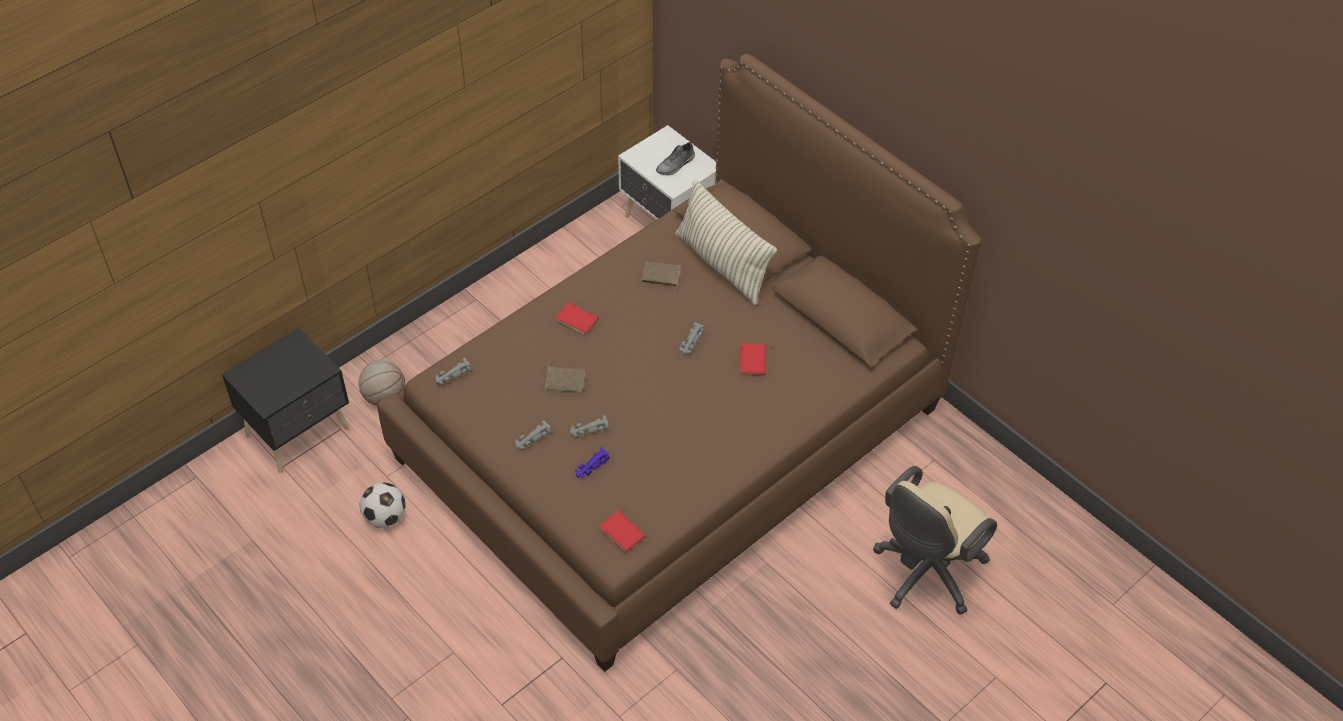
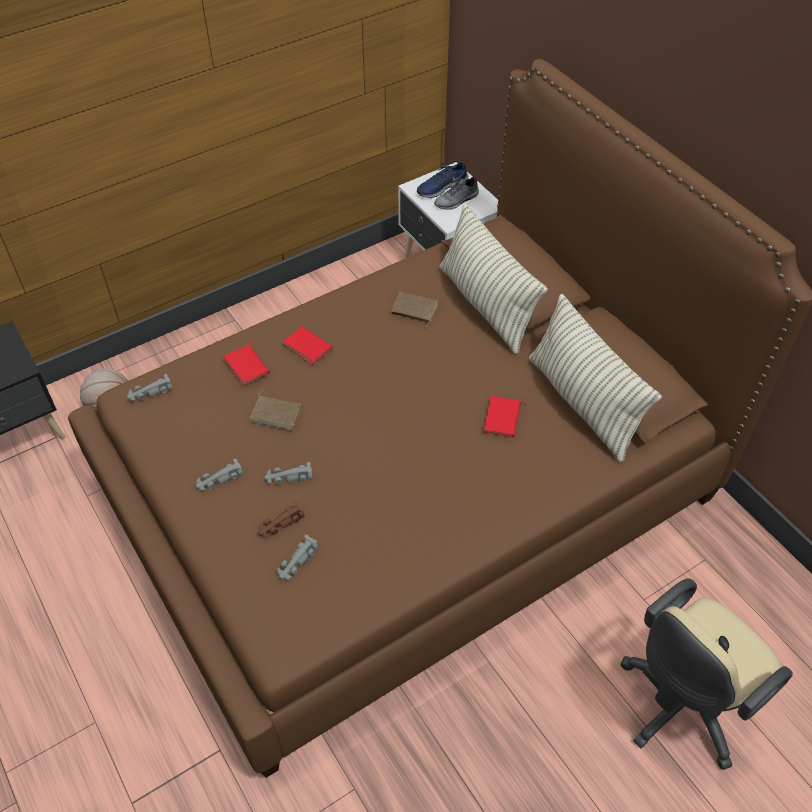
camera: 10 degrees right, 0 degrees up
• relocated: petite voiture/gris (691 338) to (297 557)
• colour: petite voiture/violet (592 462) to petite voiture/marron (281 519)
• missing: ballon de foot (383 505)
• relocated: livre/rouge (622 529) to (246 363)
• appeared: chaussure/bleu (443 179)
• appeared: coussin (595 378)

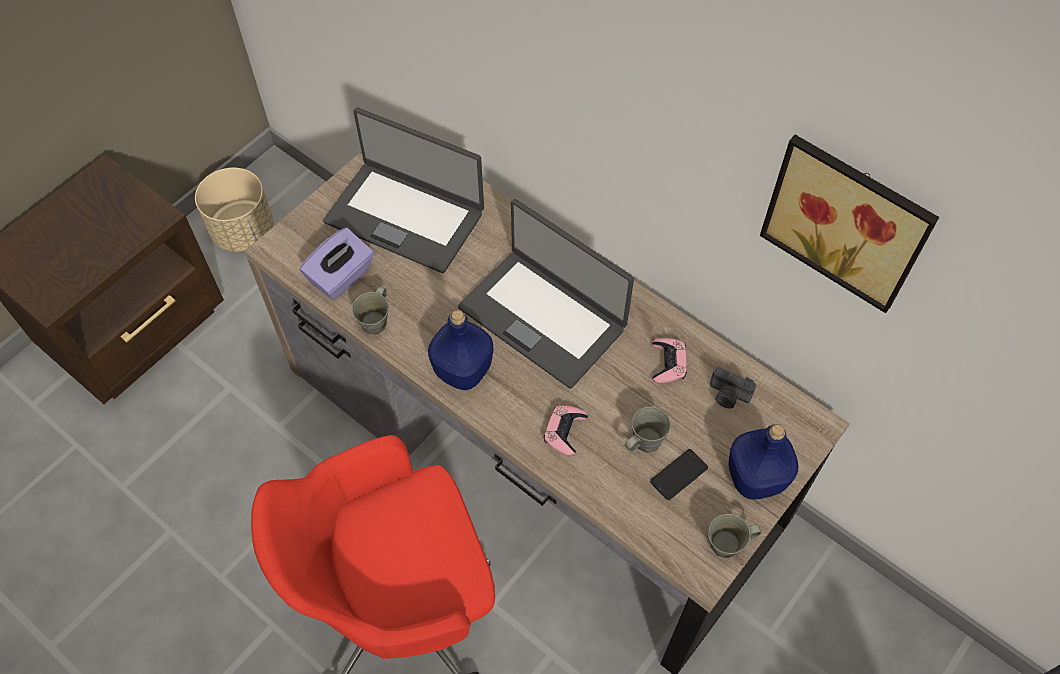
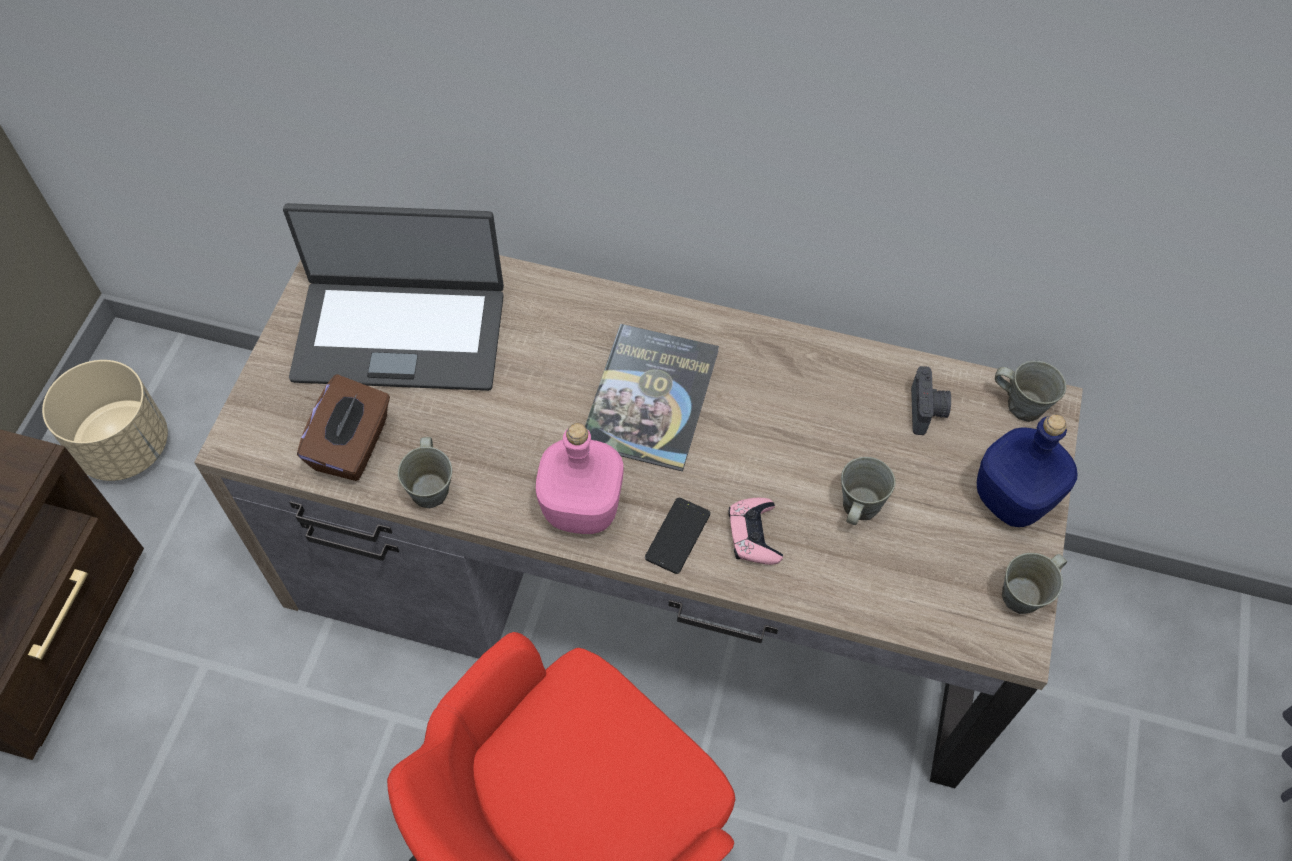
camera: 25 degrees left, 0 degrees up
• missing: tableau (849 224)
• exchanged: ordinateur portable (546 294) to livre (652 398)
• colour: boîte à mouchoirs/violet (337 263) to boîte à mouchoirs/marron (343 427)
• colour: bouteille/bleu (460 350) to bouteille/rose (580 478)
• missing: manette/rose (669 361)
• spun: appareil photo (733 388) = (931 400) 90 degrees counterclockwise
• relocated: téléphone (679 474) to (677 536)
• appeared: mug/gris (1030 391)

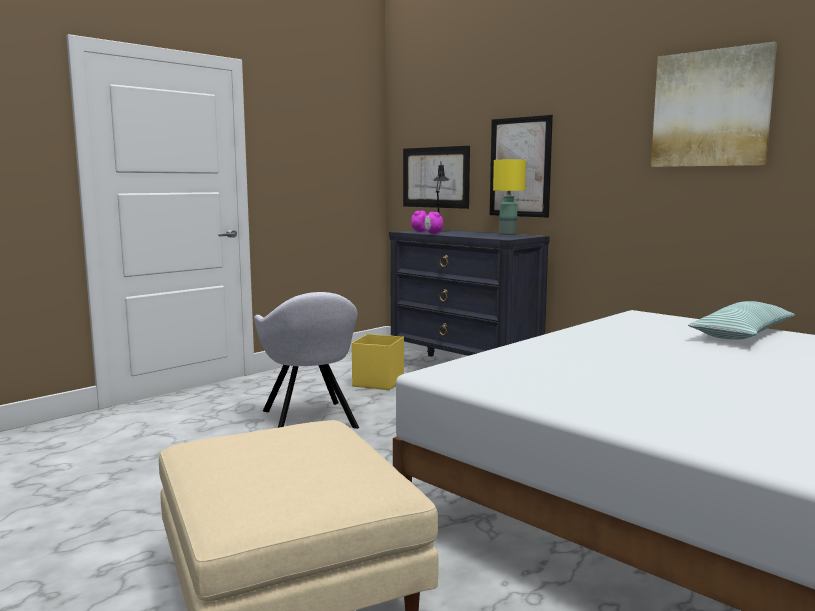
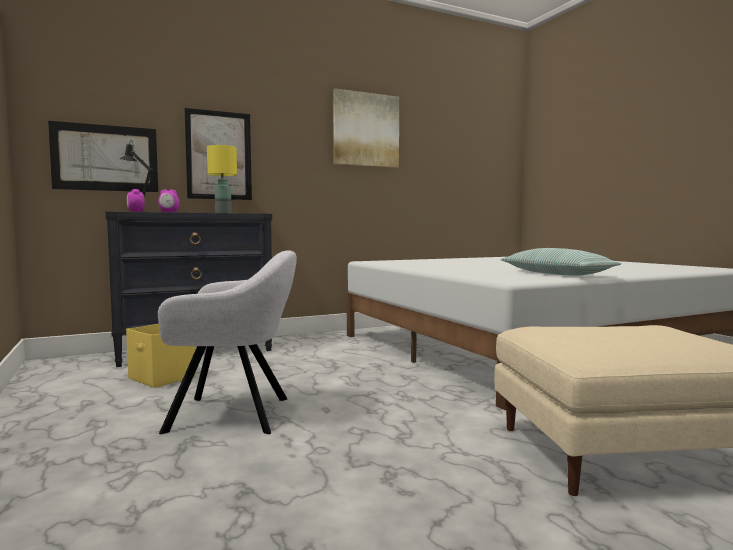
camera: 70 degrees left, 5 degrees down
• relocated: coussin (741 320) to (561 262)

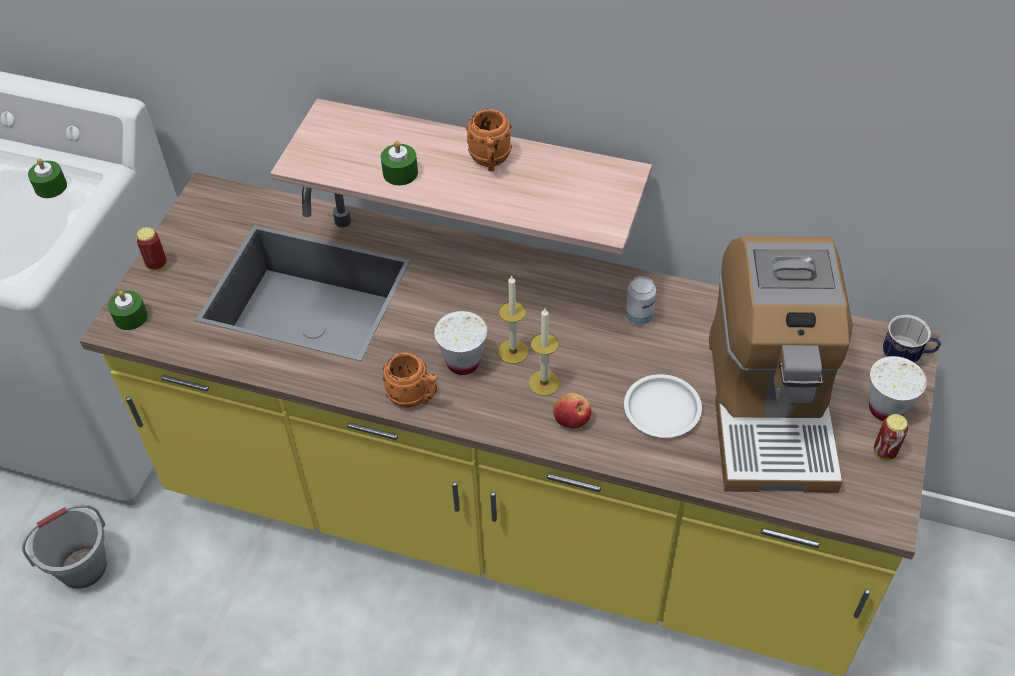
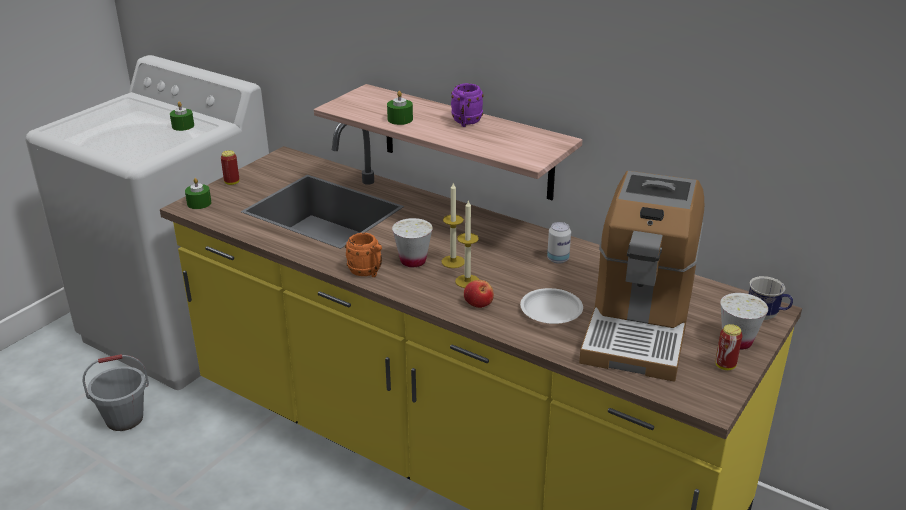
camera: 15 degrees right, 20 degrees down
• colour: mug/orange (489 140) to mug/violet (467 105)

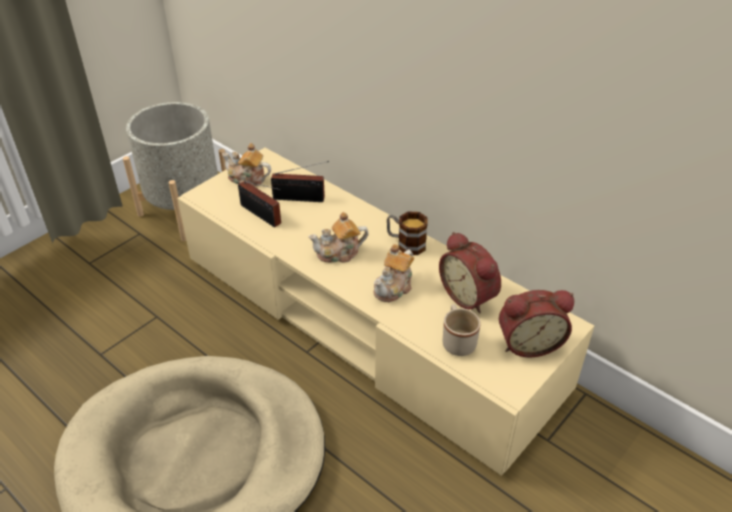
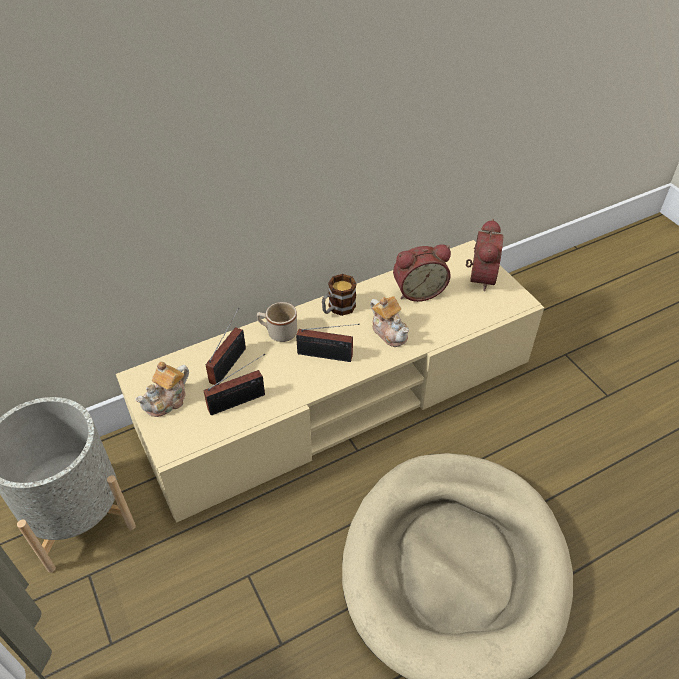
camera: 70 degrees left, 5 degrees up
• exchanged: théière (338 237) to radio (328 343)
• relocated: mug/beige (462 330) to (277 322)

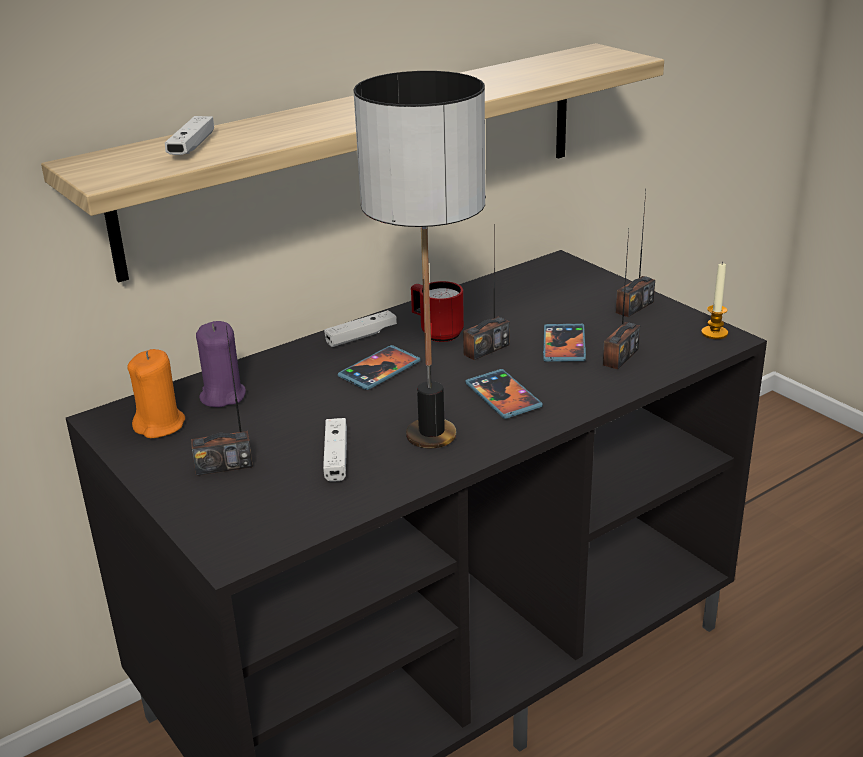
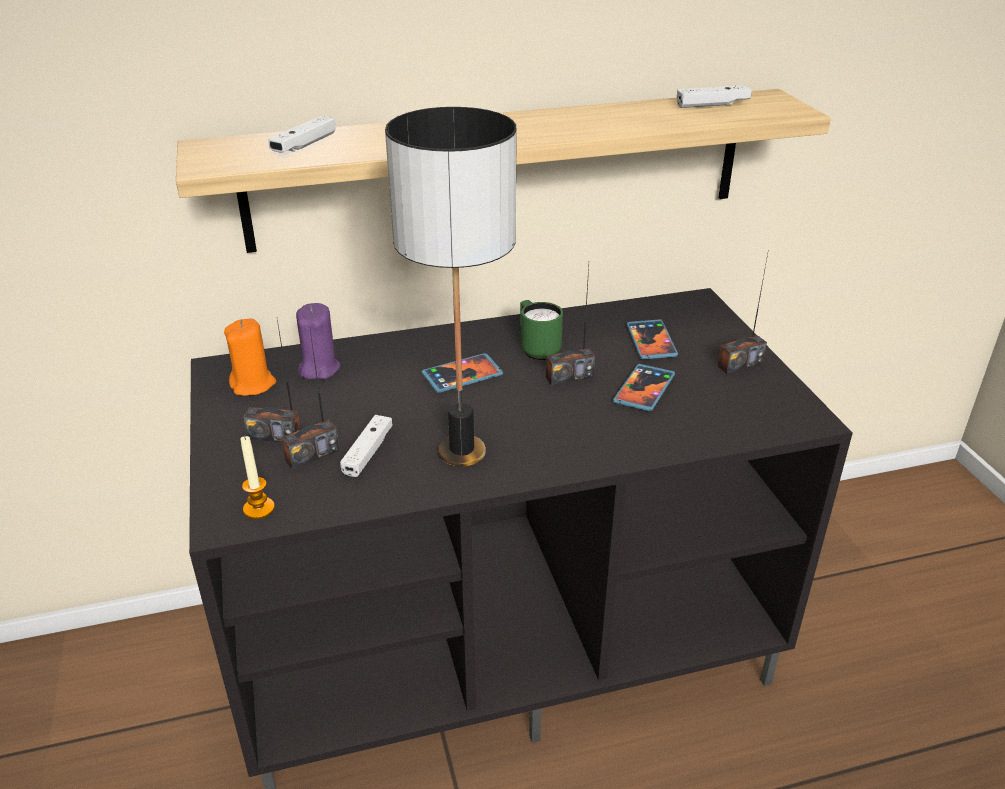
camera: 20 degrees right, 5 degrees up
• relocated: radio (621 299) to (310 399)
• relocated: bougie (714 300) to (257 477)
• colour: mug/rouge (437 311) to mug/vert (541 330)
• relocated: manette/blanc (360 328) to (714 96)
• relocated: téléphone (504 394) to (652 339)

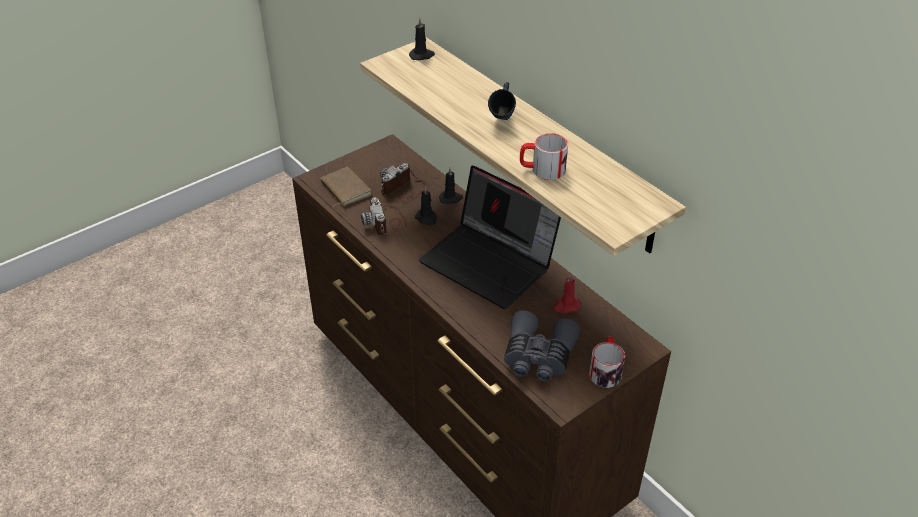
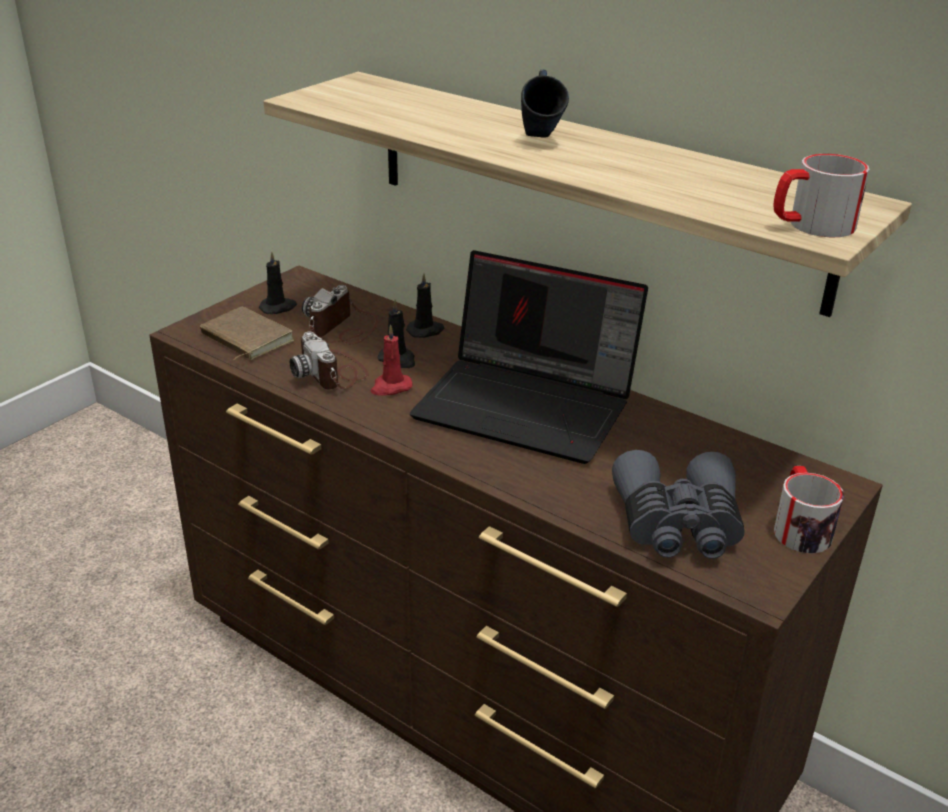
camera: 15 degrees left, 10 degrees down
• relocated: bougie/noir (422 39) to (278 282)
• relocated: mug (544 156) to (821 196)
• relocated: bougie/rouge (566 293) to (391 359)

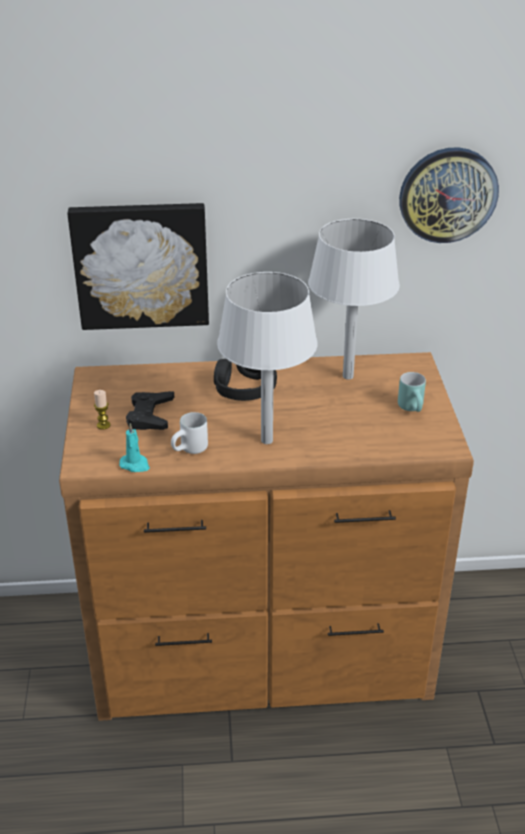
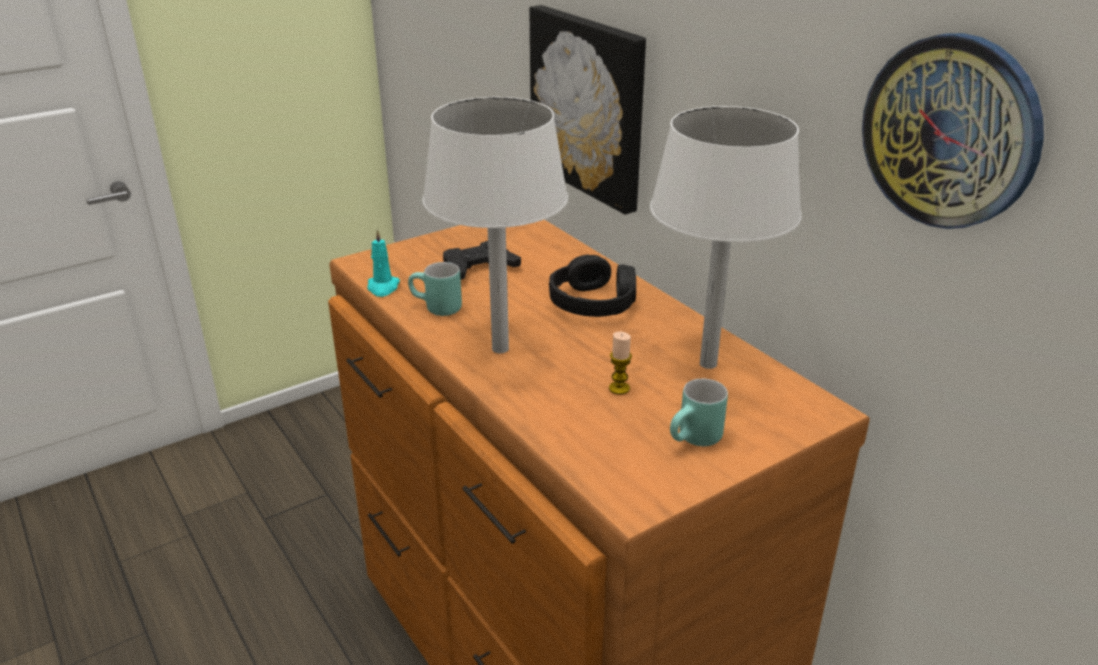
camera: 60 degrees right, 5 degrees down
• relocated: bougie (102 410) to (620 363)
• colour: mug/blanc (189 433) to mug/turquoise (435 289)

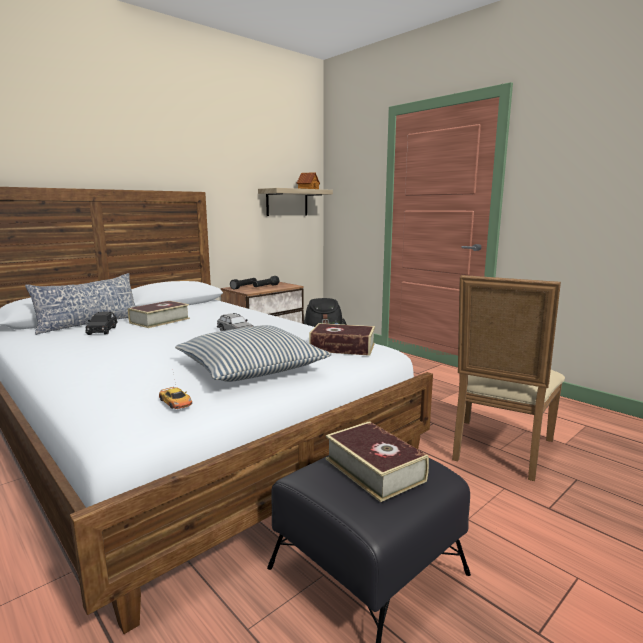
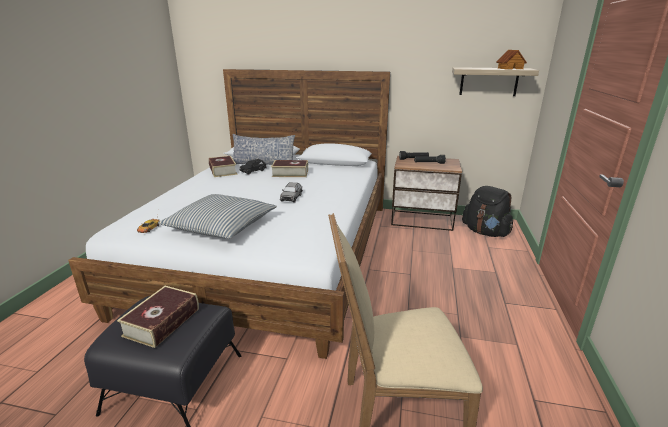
camera: 55 degrees right, 10 degrees up
• relocated: livre (342 339) to (223 166)

